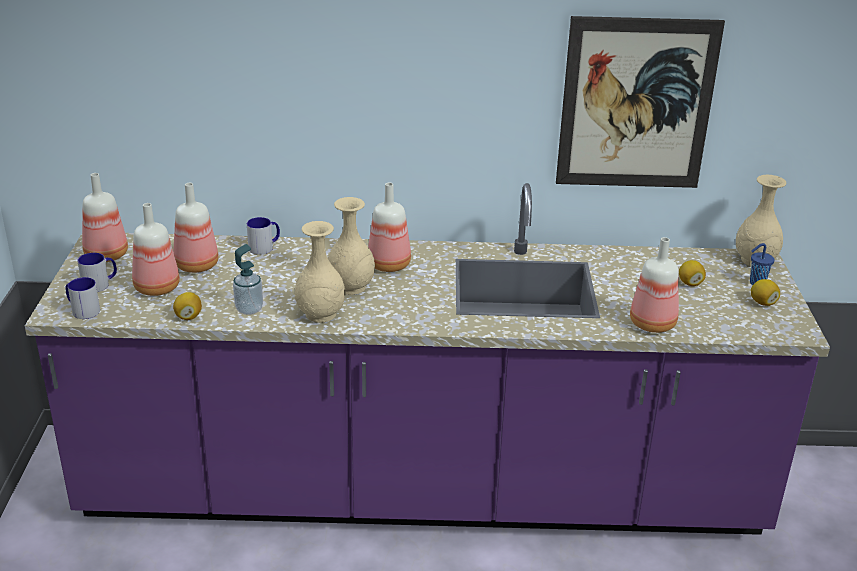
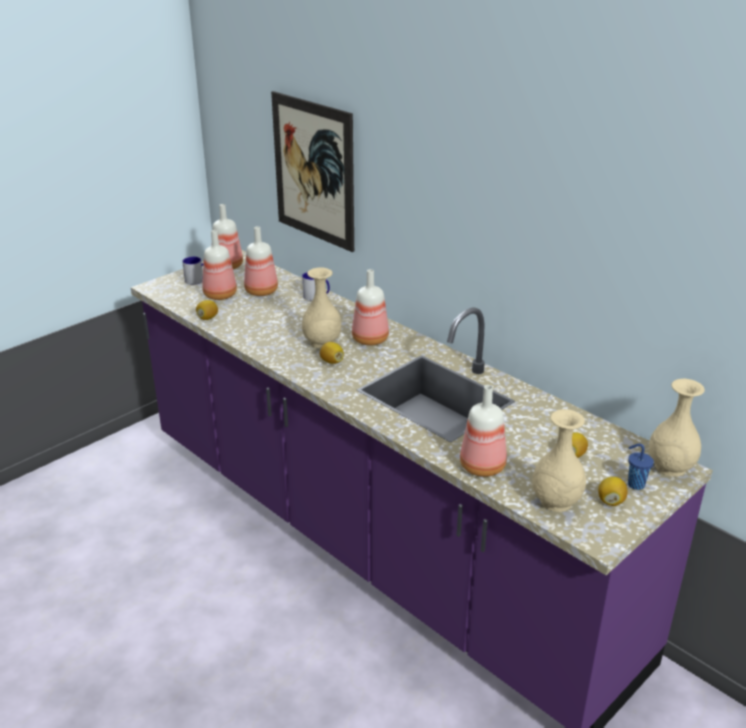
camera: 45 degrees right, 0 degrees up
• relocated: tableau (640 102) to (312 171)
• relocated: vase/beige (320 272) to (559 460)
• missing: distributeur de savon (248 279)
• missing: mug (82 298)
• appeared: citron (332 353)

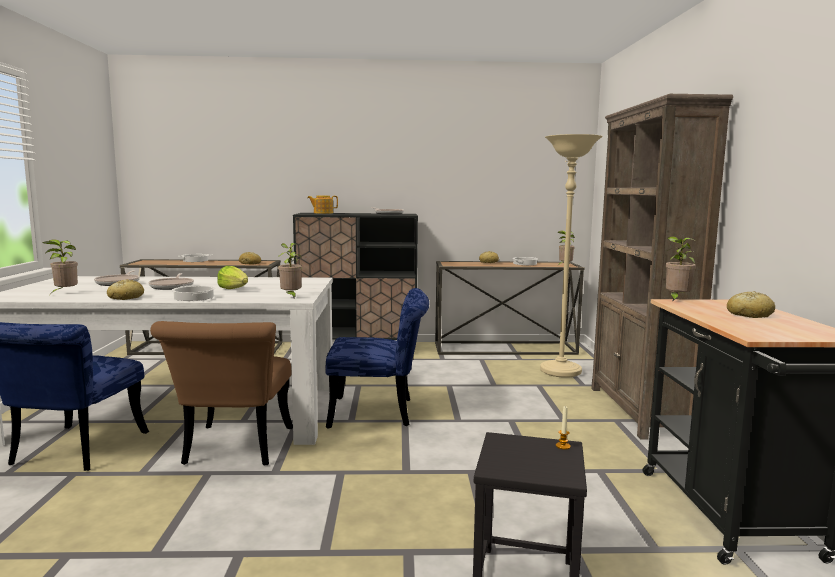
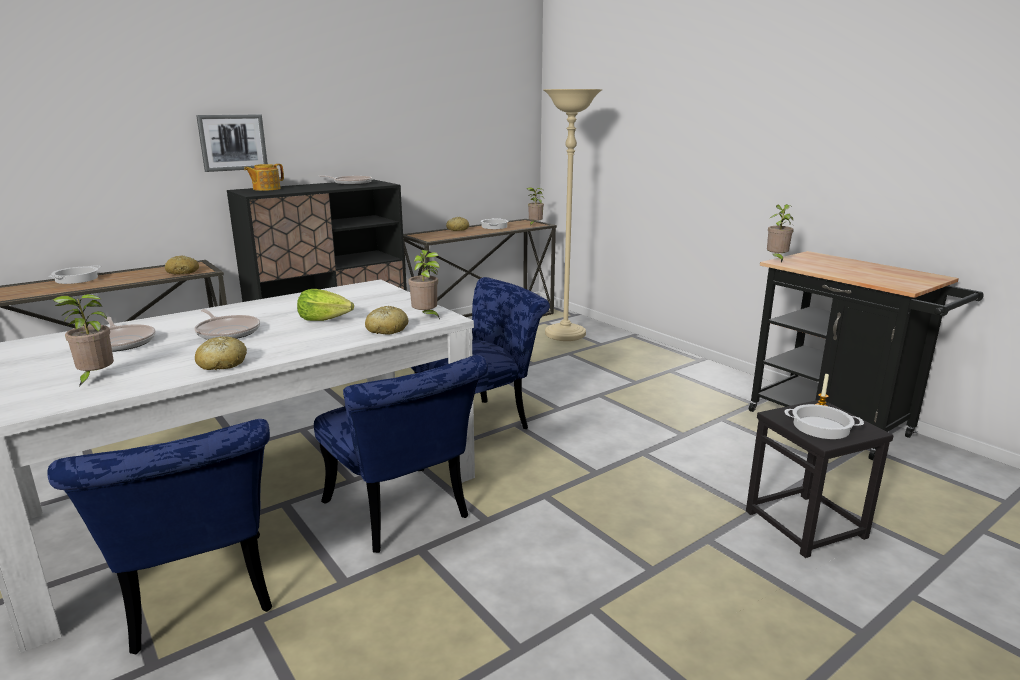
camera: 35 degrees left, 10 degrees up
• missing: bibliothèque/marron (662 267)
• relocated: marmite (193 293) to (824 421)
• relocated: pain (751 304) to (386 320)
• colour: chaise/marron (221 393) to chaise/bleu (401 454)
• appeared: tableau (232 143)

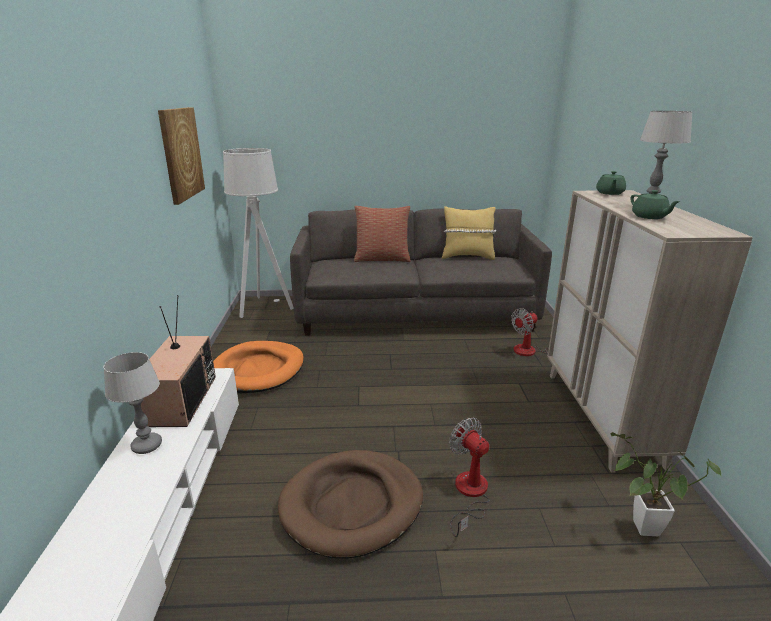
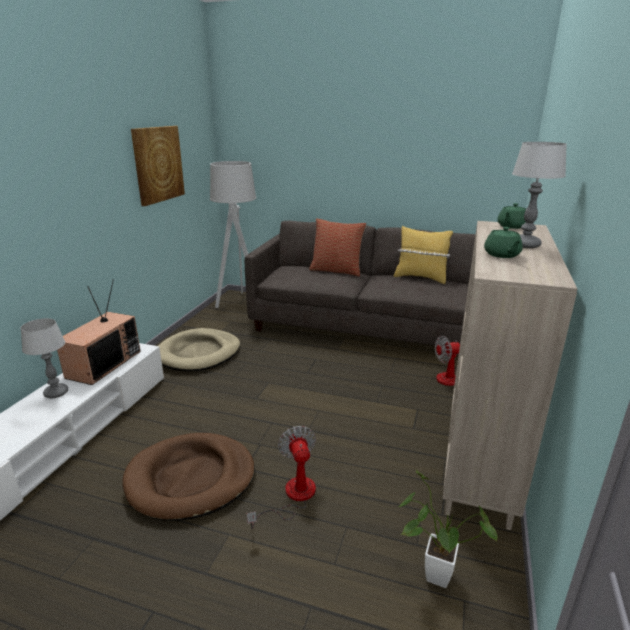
camera: 20 degrees right, 0 degrees up
• colour: panier pour chien/orange (258 367) to panier pour chien/beige (199 349)

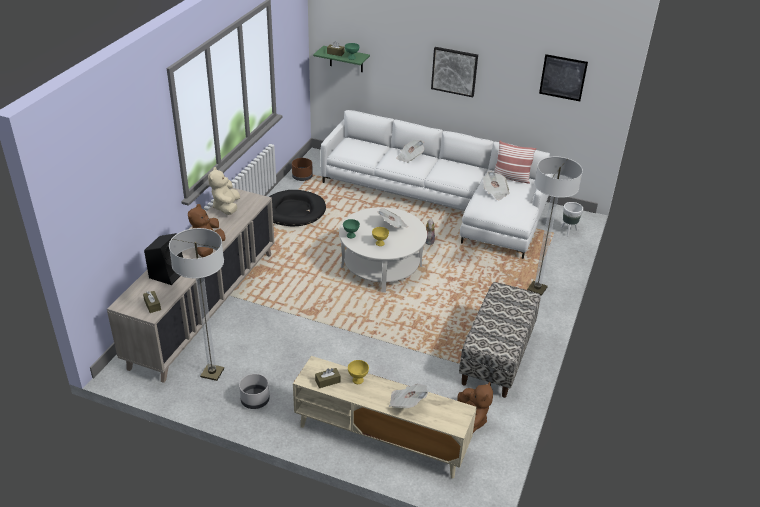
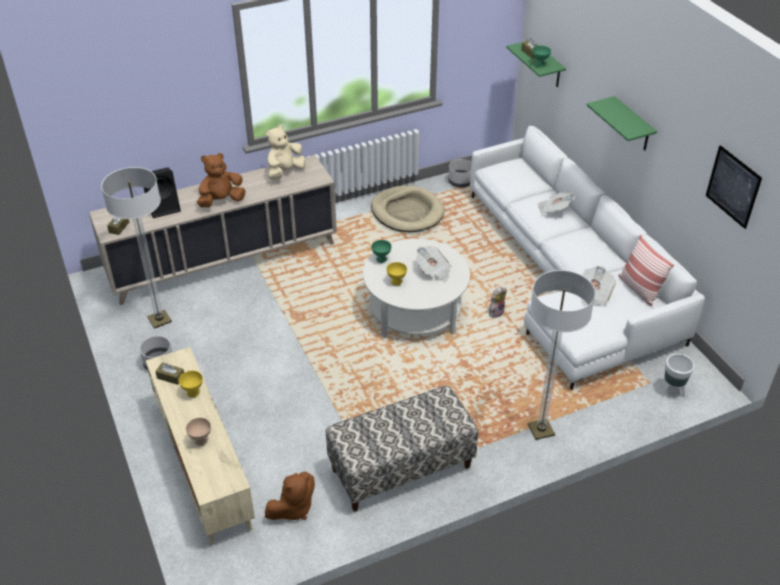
camera: 45 degrees right, 5 degrees up
• exchanged: tableau (454 72) to étagère/vert (621 123)
• colour: cache-pot/marron (302 169) to cache-pot/gris (459 173)
• colour: panier pour chien/noir (297 208) to panier pour chien/beige (408 208)
• exchanged: journal (408 396) to bol/beige (198 432)

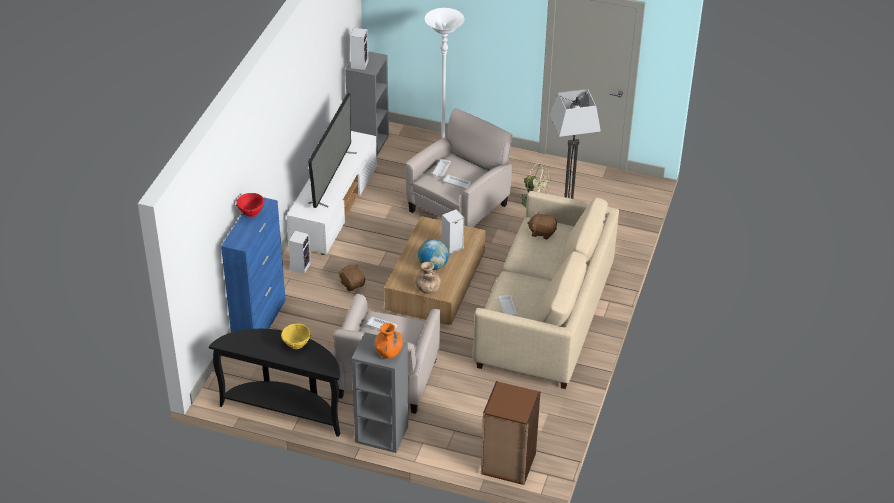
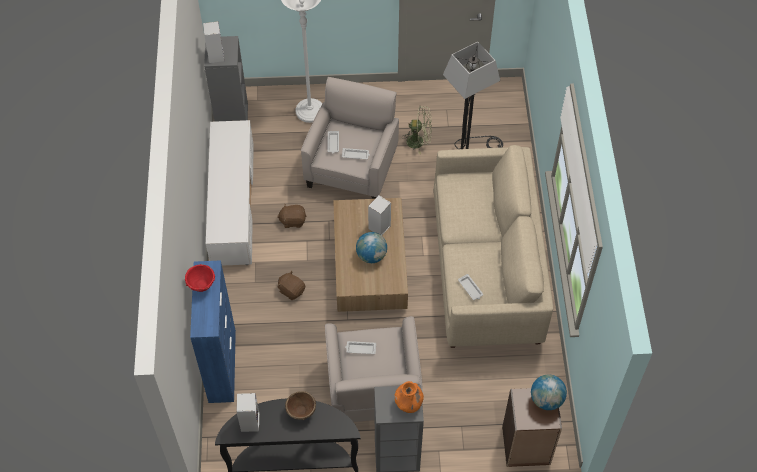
camera: 20 degrees left, 15 degrees up
• missing: téléviseur (332 150)
• relocated: peluche/marron (542 225) to (291 215)
• relocated: enceinte (299 252) to (248 412)
• missing: vase/marron (428 278)
• colour: bol/jaune (296 336) to bol/marron (300 405)
• appeared: globe (549 392)

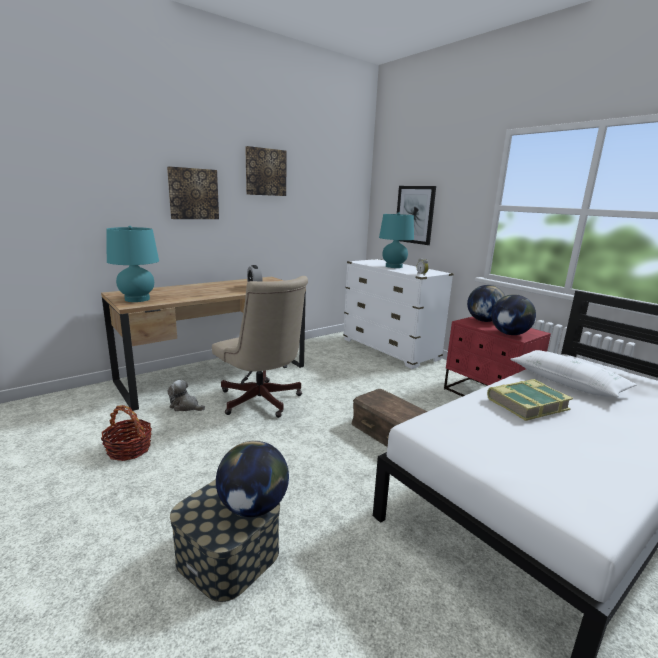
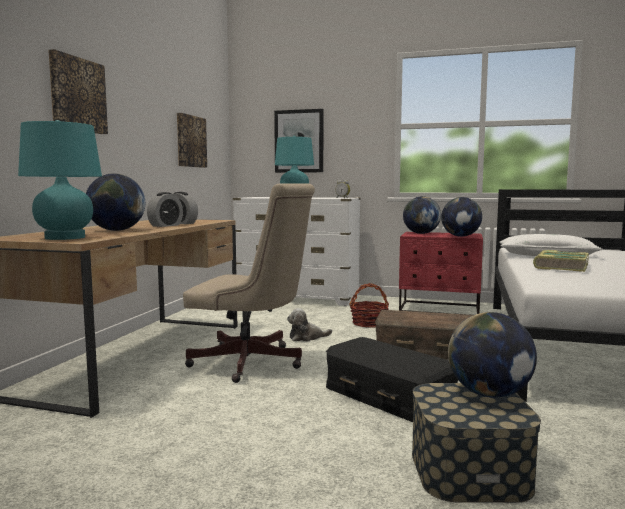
camera: 35 degrees left, 10 degrees down
• relocated: tableau (266 171) to (192 140)
• relocated: peluche (186 395) to (309 325)
• relocated: panier (126 433) to (369 305)
• appeared: globe (115 202)
• appeared: réveil (165 209)
• appeared: boîte de rangement/noir (392 379)

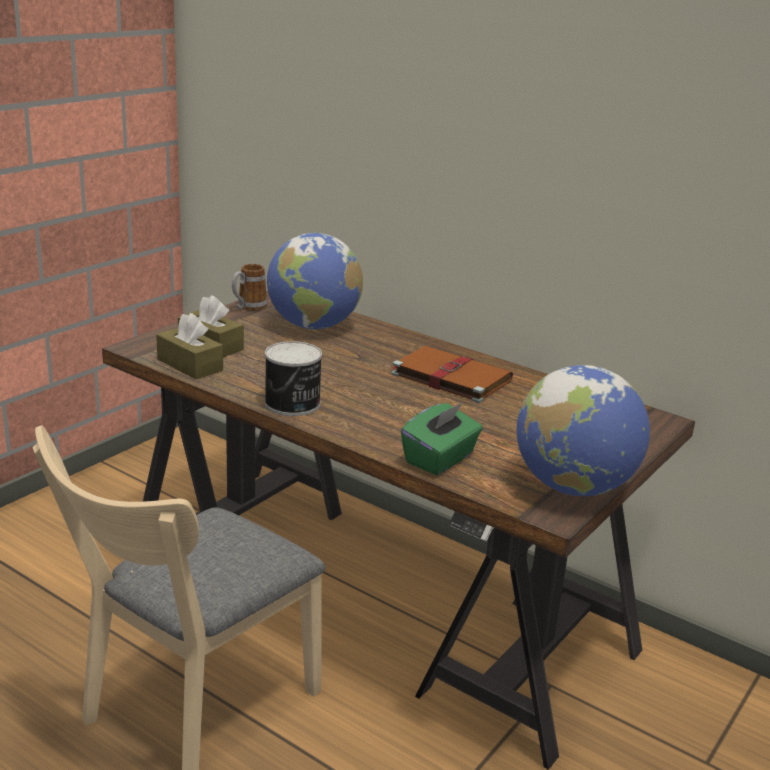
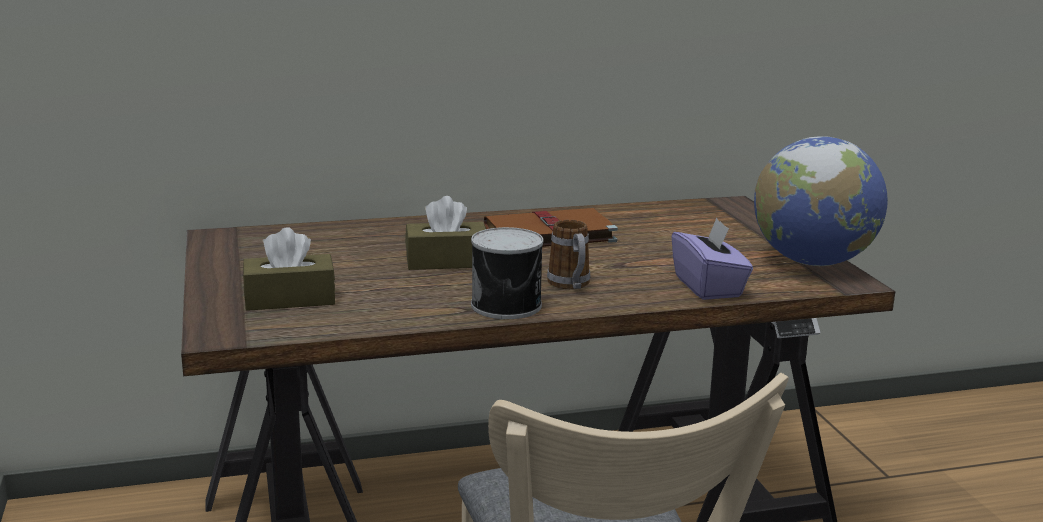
camera: 50 degrees left, 5 degrees down
• missing: globe (315 281)
• relocated: mug (250 287) to (568 254)
• relocated: boîte à mouchoirs/marron (189 346) to (445 233)
• colour: boîte à mouchoirs/vert (442 438) to boîte à mouchoirs/violet (712 259)

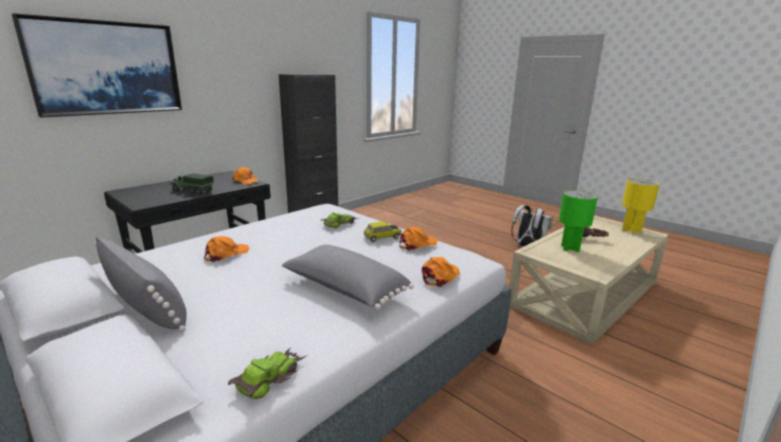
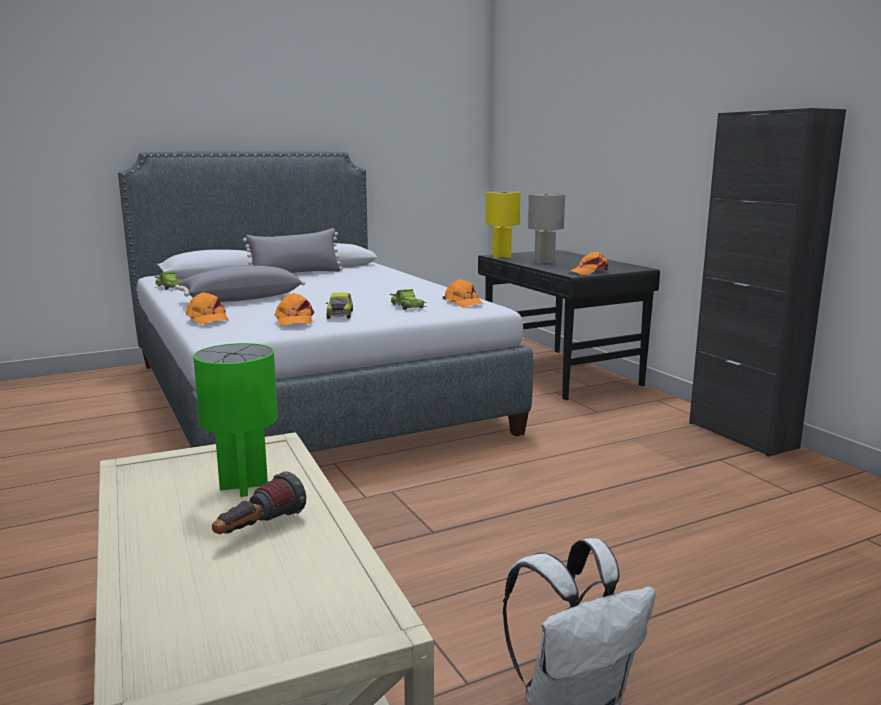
camera: 110 degrees right, 5 degrees down
• missing: tableau (97 65)
• exchanged: camion jouet (192 184) to lampe de table/gris (546 228)
• relocated: lampe de table/jaune (641 206) to (502 224)
• relocated: casquette/orange (227 249) to (462 293)

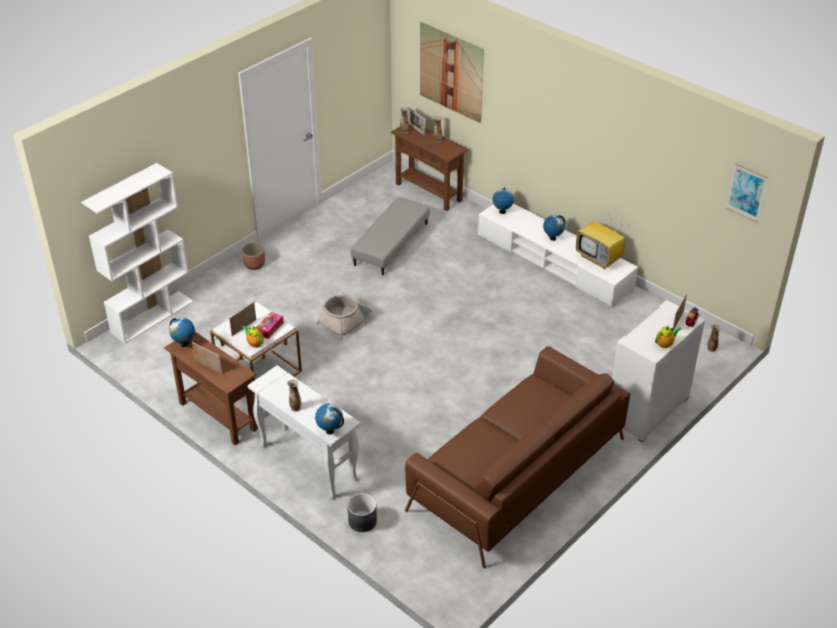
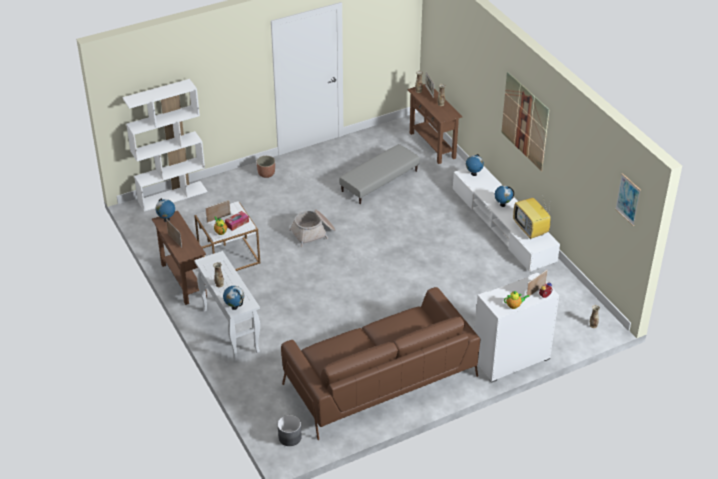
camera: 20 degrees right, 0 degrees up
• relocated: tableau (452 72) to (525 121)
• relocated: cache-pot/gris (362 512) to (290 430)

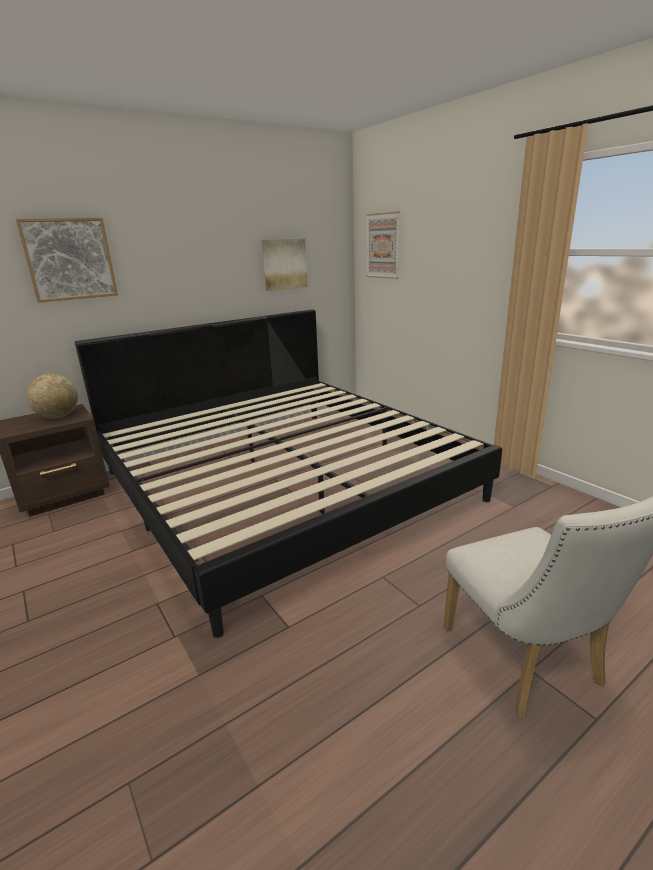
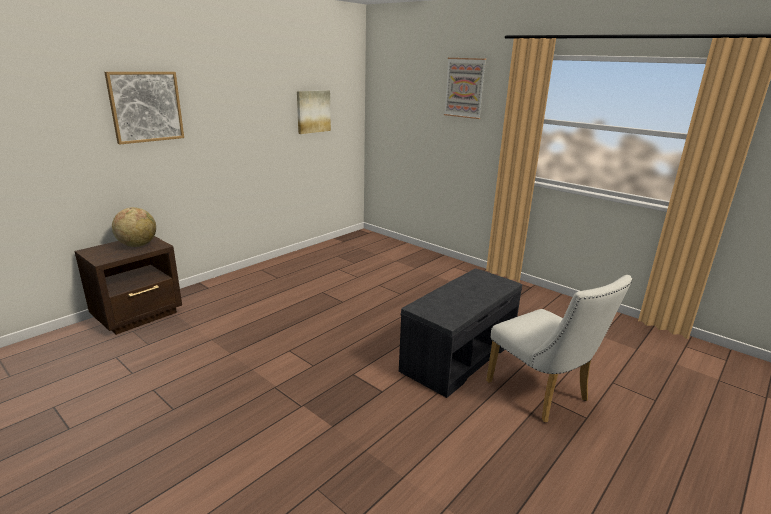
camera: 15 degrees left, 0 degrees up
• relocated: tableau (383 245) to (465 88)
• missing: lit (288 473)
• appeared: banc/gris (460 333)

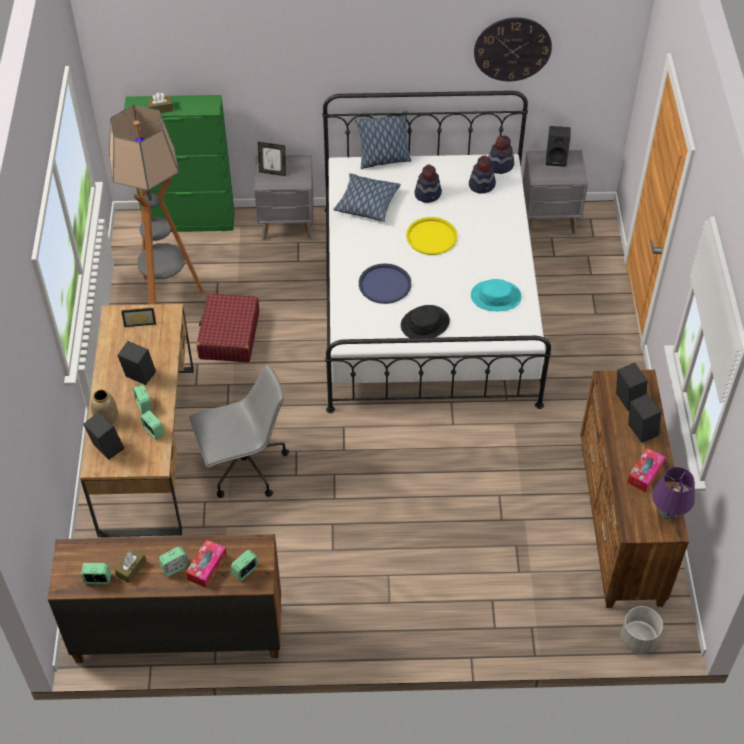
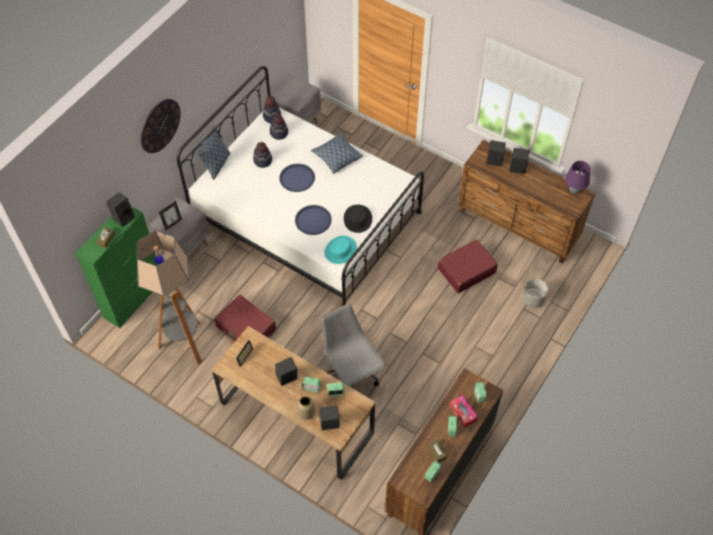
camera: 55 degrees left, 5 degrees up
• relocated: horloge murale (513 49) to (160 126)
• relocated: enceinte/noir (558 146) to (120 209)
• relocated: coussin (367 197) to (337 153)
• colour: plateau/jaune (432 236) to plateau/bleu (297 178)
• relocated: chapeau/turquoise (496 295) to (340 250)
• spun: chaise de bureau/gris (239 431) = (353 345) 45 degrees counterclockwise
• missing: boîte à mouchoirs (646 470)
• relocated: cache-pot/gris (642 630) to (535 293)
• appeared: valise/rouge (468 266)

